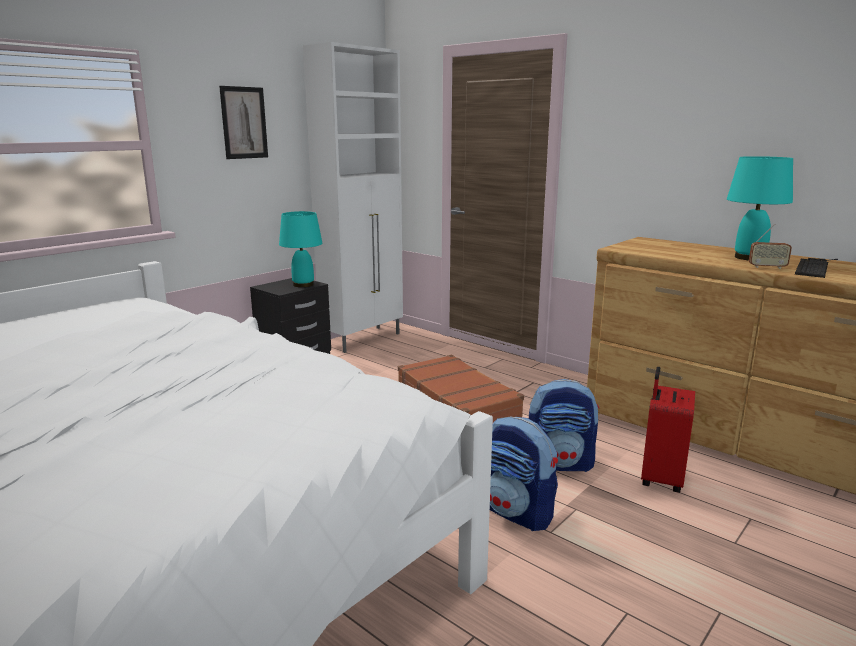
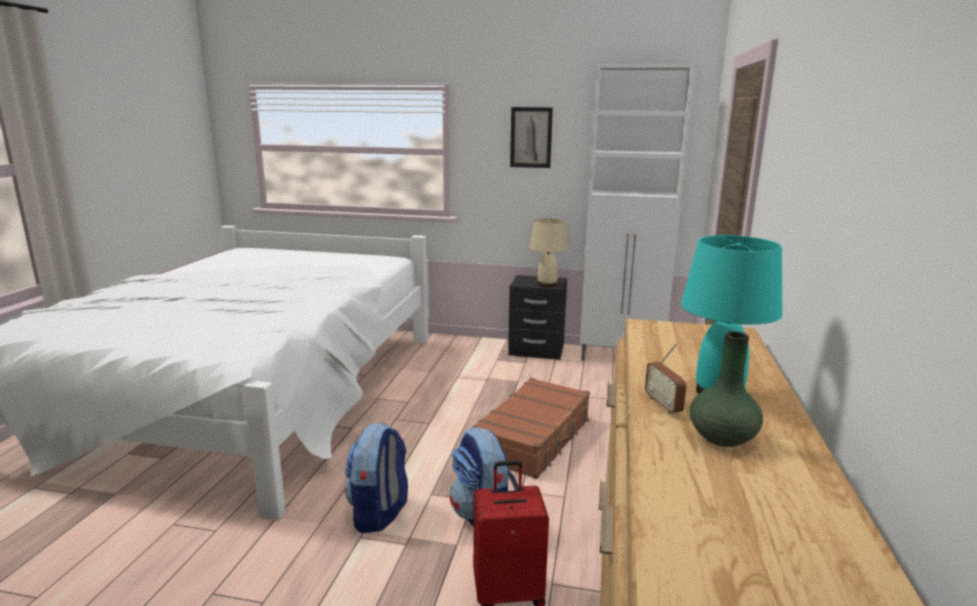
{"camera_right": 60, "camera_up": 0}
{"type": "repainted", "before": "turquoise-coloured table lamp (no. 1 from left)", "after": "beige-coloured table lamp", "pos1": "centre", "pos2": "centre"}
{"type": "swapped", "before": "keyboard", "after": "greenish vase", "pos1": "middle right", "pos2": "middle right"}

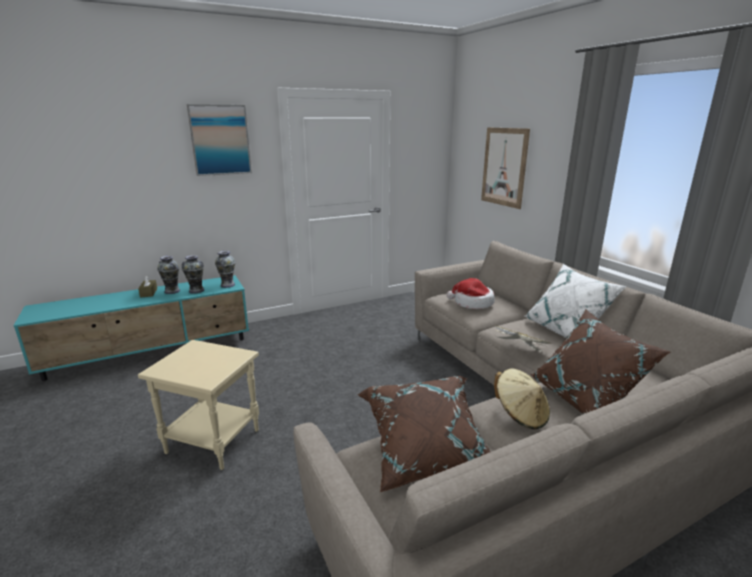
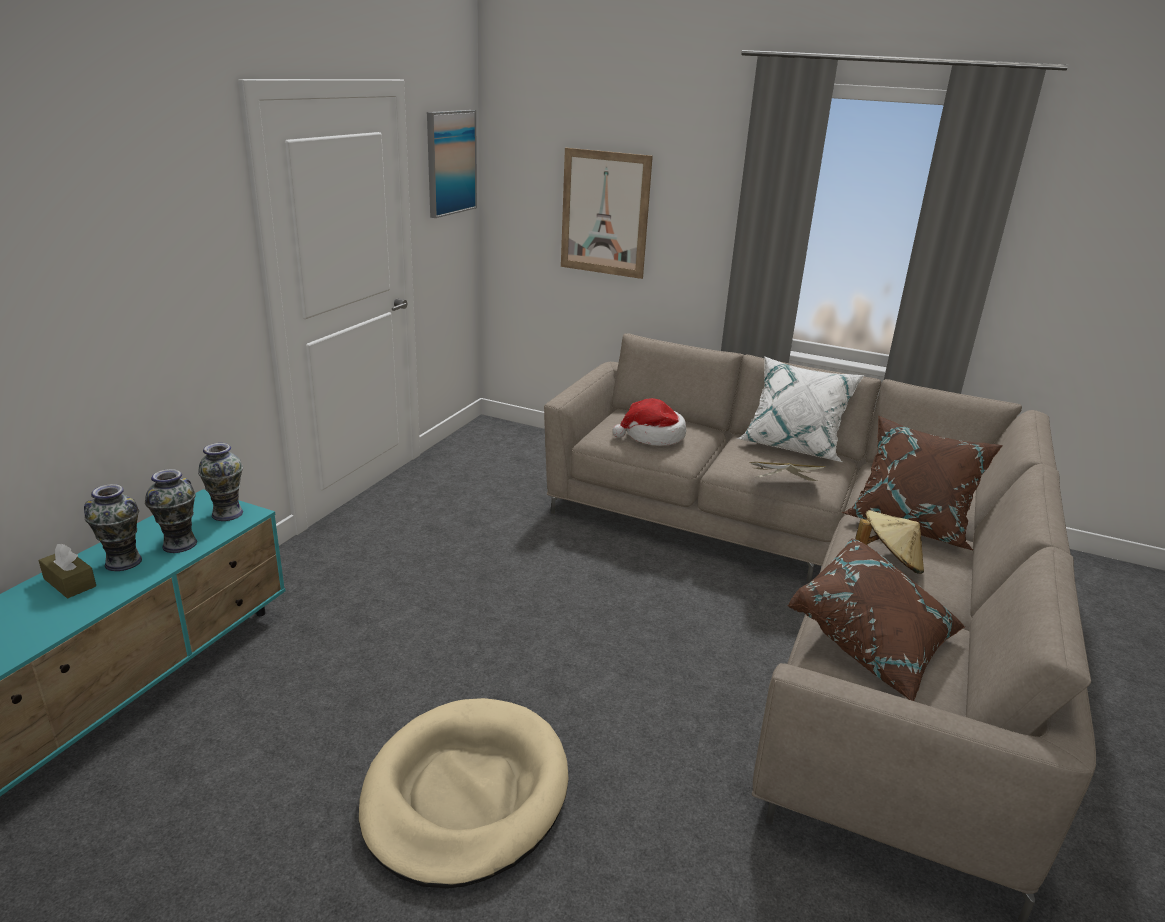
{"camera_right": -40, "camera_up": 5}
{"type": "shifted", "before": "wall picture (no. 1 from left)", "pos1": "top left", "pos2": "top centre"}
{"type": "swapped", "before": "beige-coloured accent table", "after": "beige-coloured dog bed", "pos1": "bottom left", "pos2": "bottom centre"}

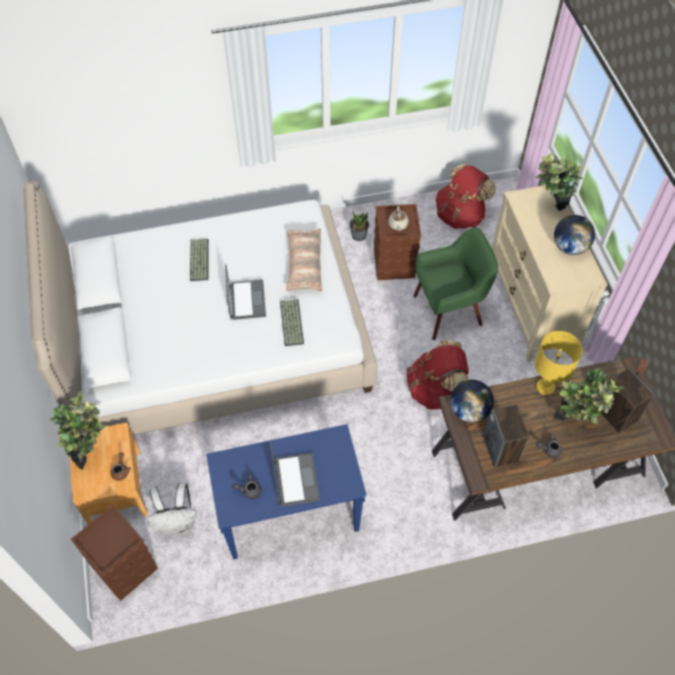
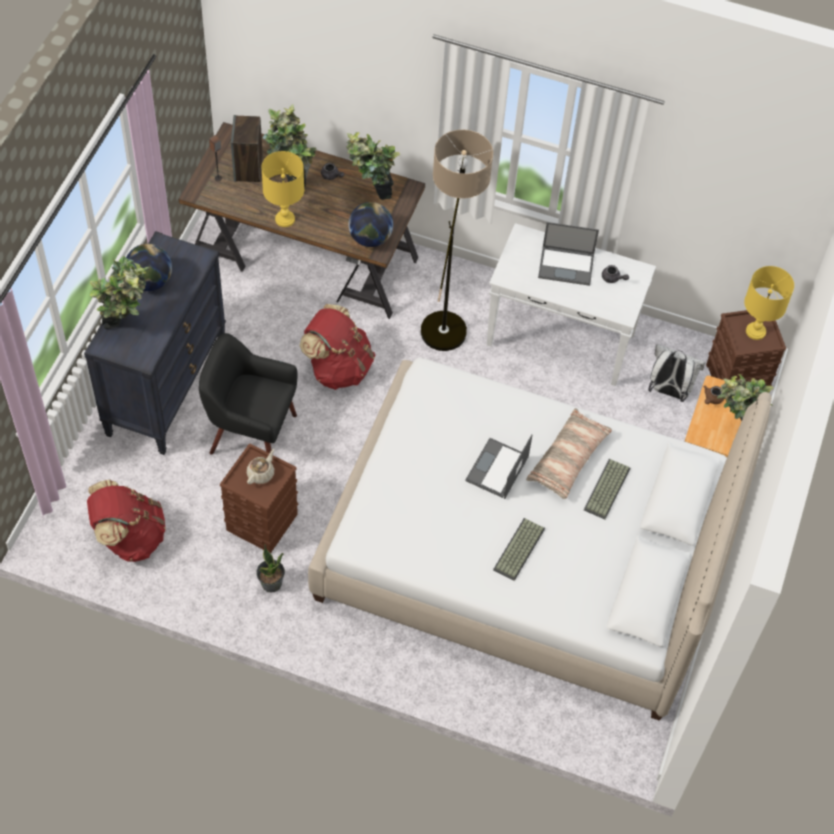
{"camera_right": -150, "camera_up": 0}
{"type": "repainted", "before": "beige-coloured chest of drawers", "after": "blackish chest of drawers", "pos1": "middle right", "pos2": "middle left"}
{"type": "repainted", "before": "greenish armchair", "after": "blackish armchair", "pos1": "middle right", "pos2": "middle left"}
{"type": "shifted", "before": "cushion", "pos1": "centre", "pos2": "middle right"}
{"type": "shifted", "before": "keyboard (no. 2 from left)", "pos1": "centre", "pos2": "middle right"}
{"type": "swapped", "before": "loudspeaker (no. 1 from left)", "after": "potted plant (no. 4 from left)", "pos1": "middle right", "pos2": "top centre"}
{"type": "repainted", "before": "bluish console table", "after": "white-coloured console table", "pos1": "bottom centre", "pos2": "middle right"}
{"type": "rotated", "before": "notebook computer (no. 2 from left)", "pos1": "bottom centre", "pos2": "top right", "turn": -105}
{"type": "new", "after": "standard lamp", "pos2": "top centre"}
{"type": "new", "after": "yellow table lamp (no. 2 from left)", "pos2": "middle right"}

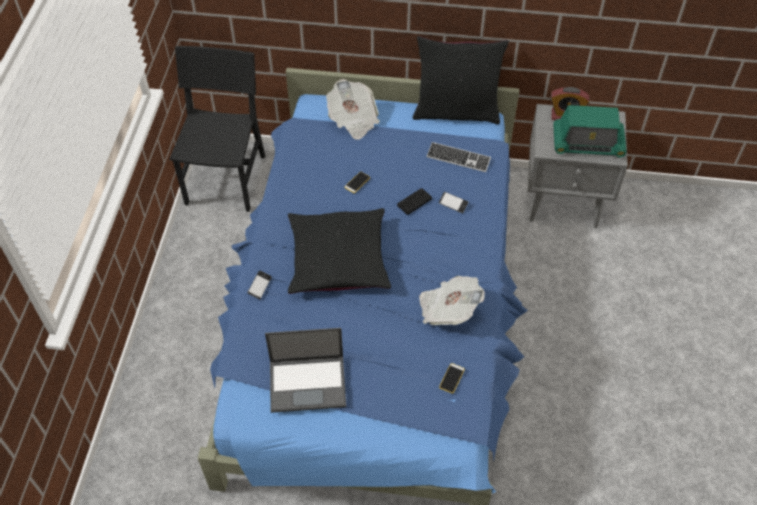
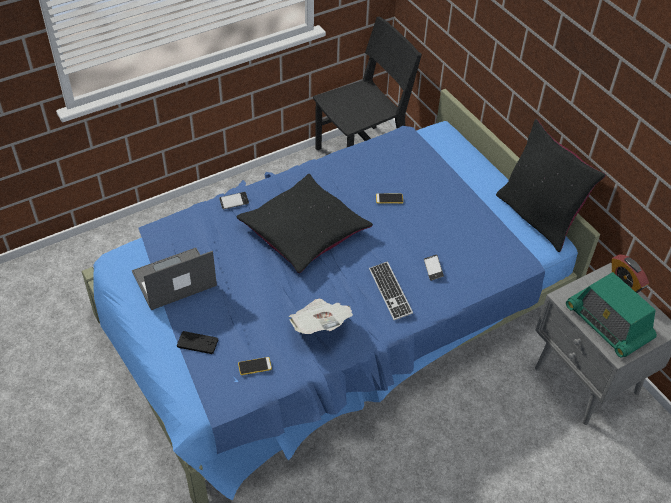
{"camera_right": 50, "camera_up": -5}
{"type": "gone", "before": "printed paper (no. 1 from left)", "pos1": "top centre"}
{"type": "shifted", "before": "keyboard", "pos1": "top centre", "pos2": "centre"}
{"type": "shifted", "before": "blackish game controller", "pos1": "centre", "pos2": "bottom left"}
{"type": "rotated", "before": "notebook computer", "pos1": "bottom centre", "pos2": "middle left", "turn": 105}

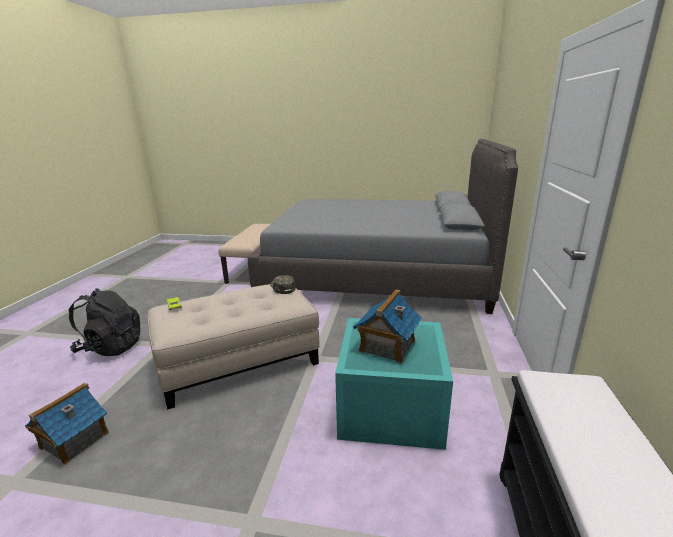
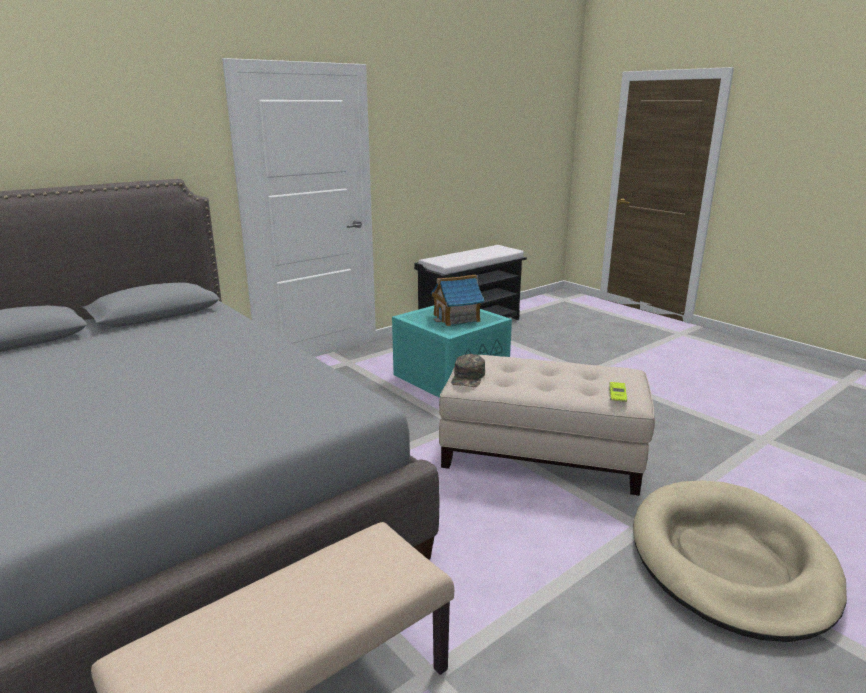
{"camera_right": -140, "camera_up": 0}
{"type": "swapped", "before": "blackish knapsack", "after": "beige-coloured dog bed", "pos1": "middle left", "pos2": "bottom right"}
{"type": "gone", "before": "toy house (no. 1 from left)", "pos1": "bottom left"}

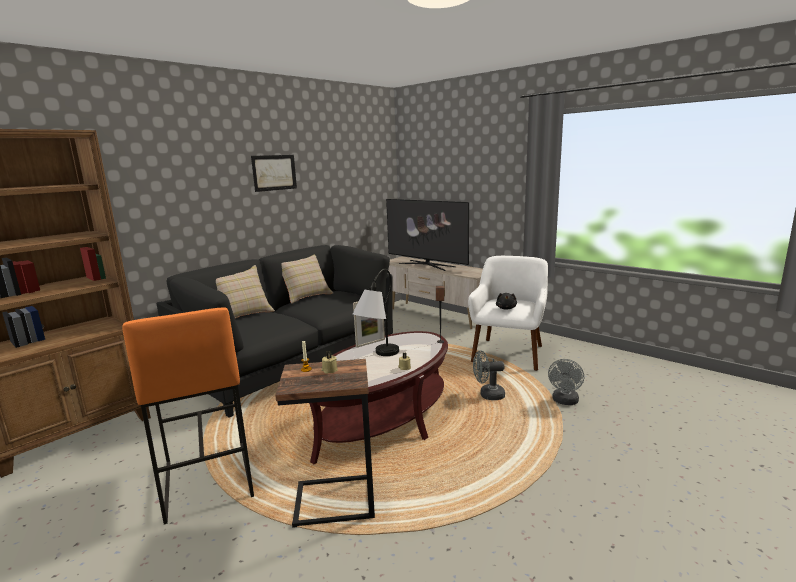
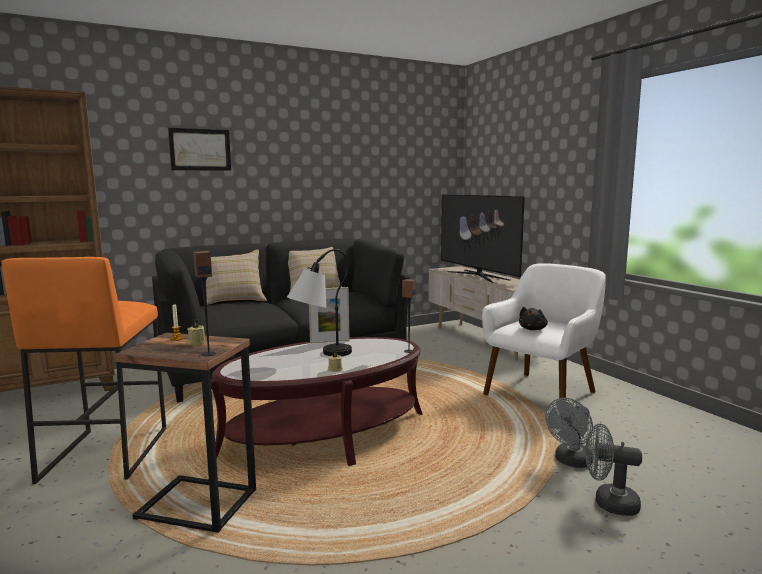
{"camera_right": 20, "camera_up": -5}
{"type": "shifted", "before": "wall picture", "pos1": "top centre", "pos2": "top left"}
{"type": "shifted", "before": "grey electric fan (no. 1 from left in the first image)", "after": "grey electric fan (no. 2 from left)", "pos1": "centre", "pos2": "bottom right"}
{"type": "new", "after": "loudspeaker (no. 1 from left)", "pos2": "middle left"}

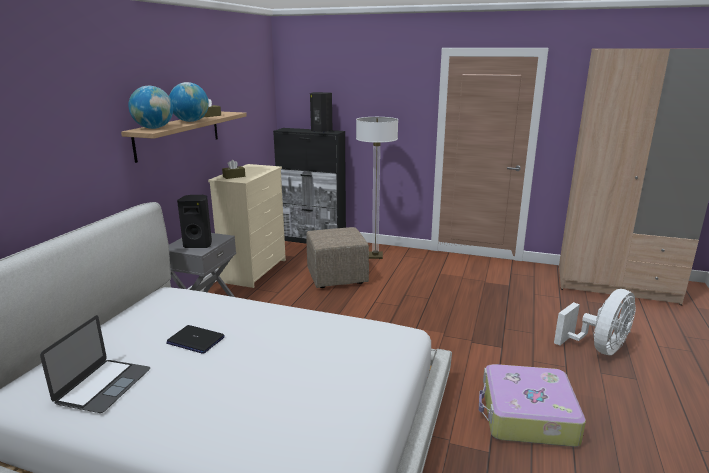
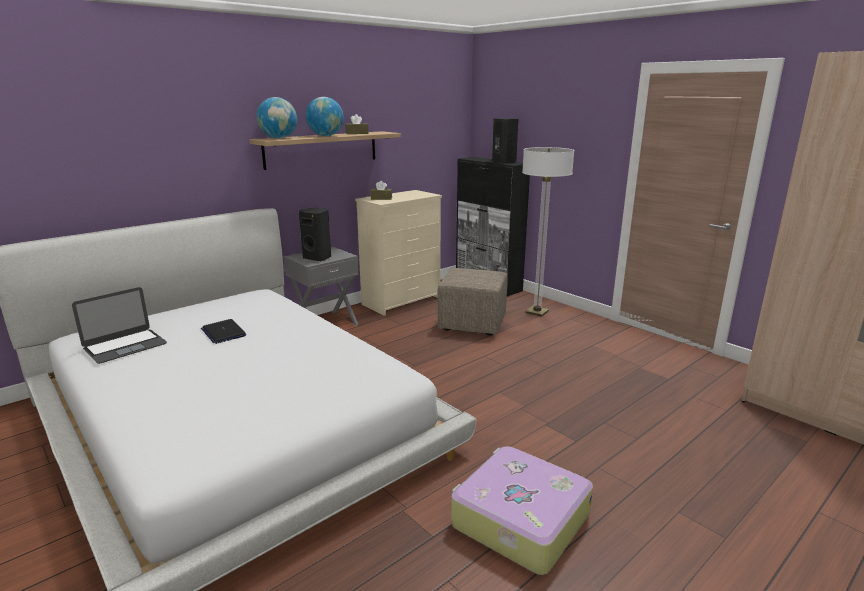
{"camera_right": 30, "camera_up": 0}
{"type": "gone", "before": "white-coloured electric fan", "pos1": "bottom right"}

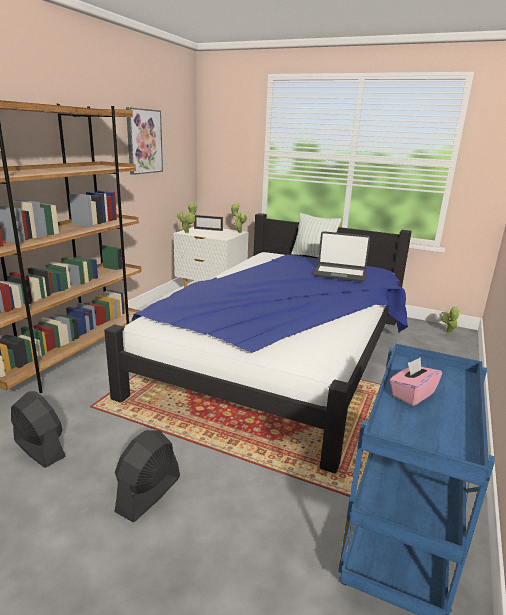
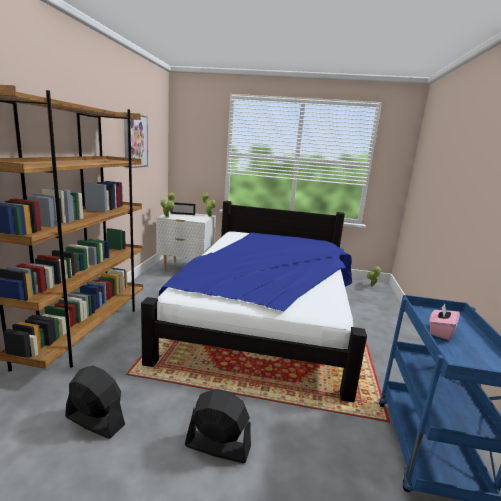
{"camera_right": -15, "camera_up": -5}
{"type": "gone", "before": "cushion", "pos1": "centre"}
{"type": "gone", "before": "notebook computer", "pos1": "middle right"}
{"type": "rotated", "before": "blackish electric fan (no. 2 from left)", "pos1": "bottom left", "pos2": "bottom centre", "turn": 90}

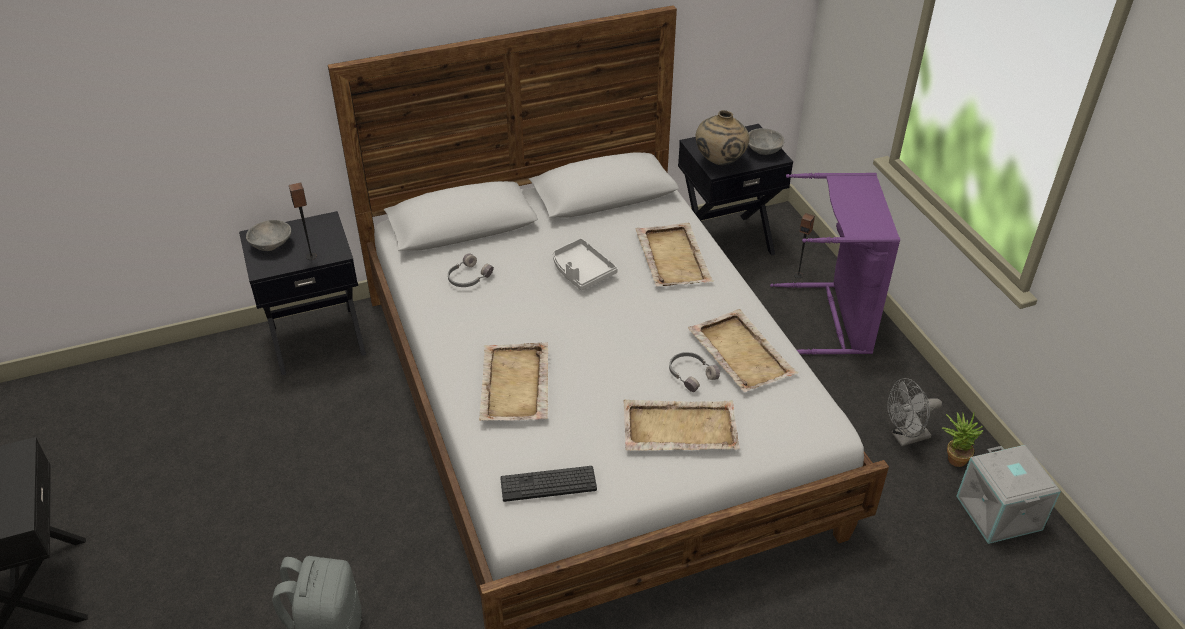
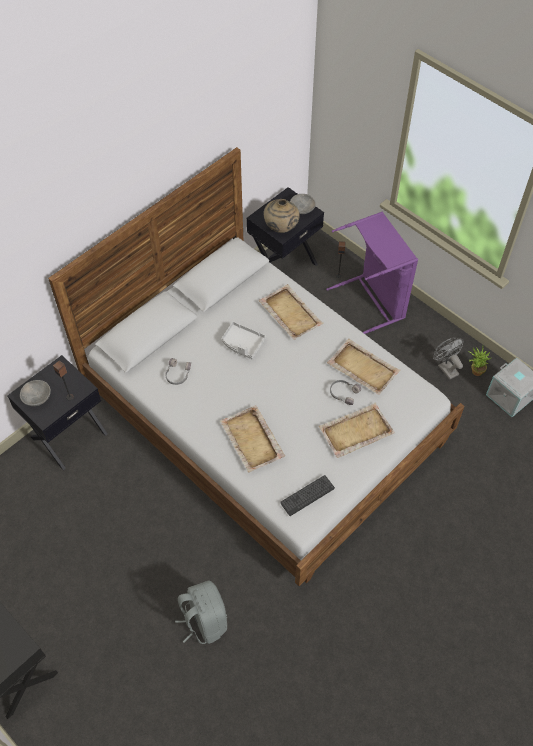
{"camera_right": -25, "camera_up": 15}
{"type": "rotated", "before": "grey electric fan", "pos1": "middle right", "pos2": "middle right", "turn": 105}

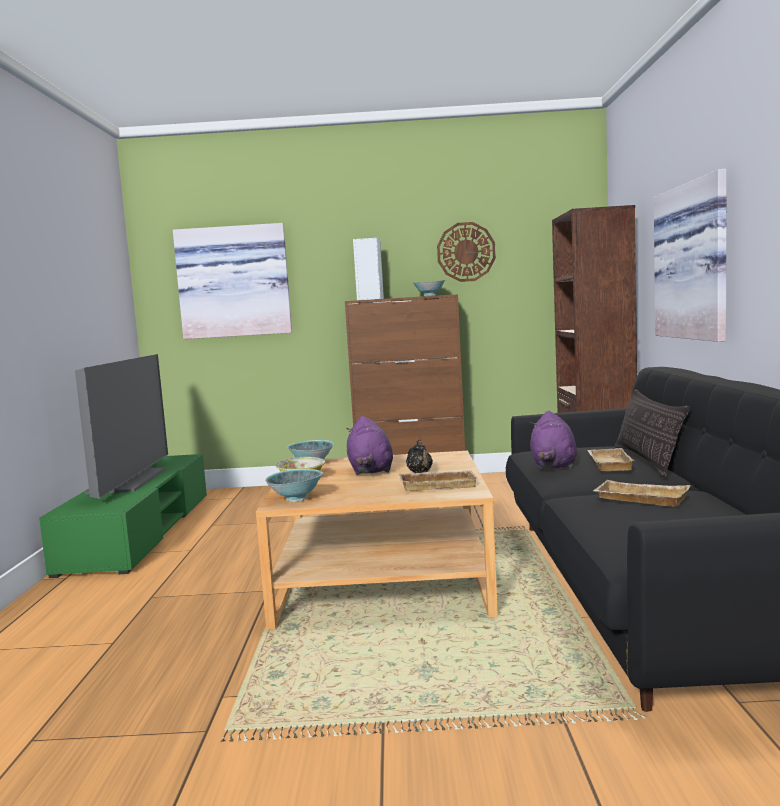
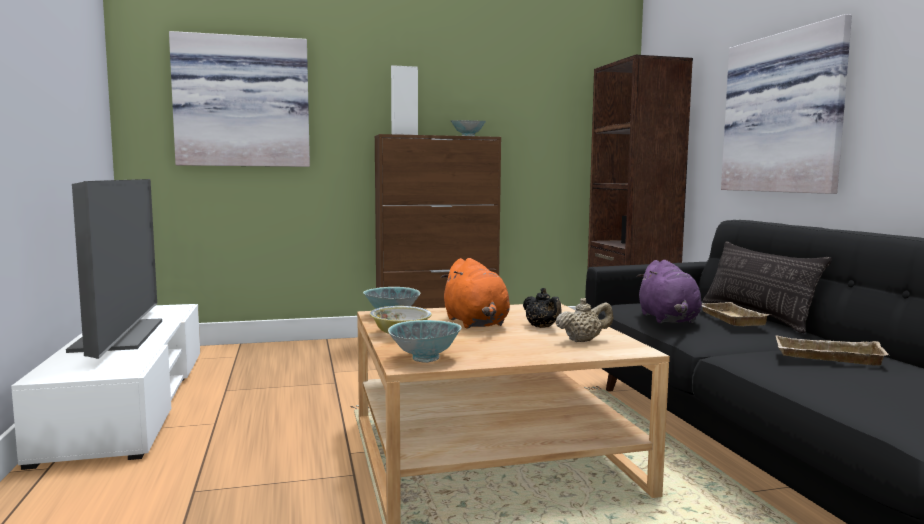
{"camera_right": -15, "camera_up": 0}
{"type": "gone", "before": "clock on the wall", "pos1": "top centre"}
{"type": "repainted", "before": "purplish soft toy (no. 1 from left)", "after": "orangey soft toy", "pos1": "centre", "pos2": "centre"}
{"type": "repainted", "before": "greenish media console", "after": "white-coloured media console", "pos1": "middle left", "pos2": "bottom left"}
{"type": "swapped", "before": "beige-coloured carrying tray (no. 1 from left)", "after": "beige-coloured pot for tea", "pos1": "centre", "pos2": "centre"}

